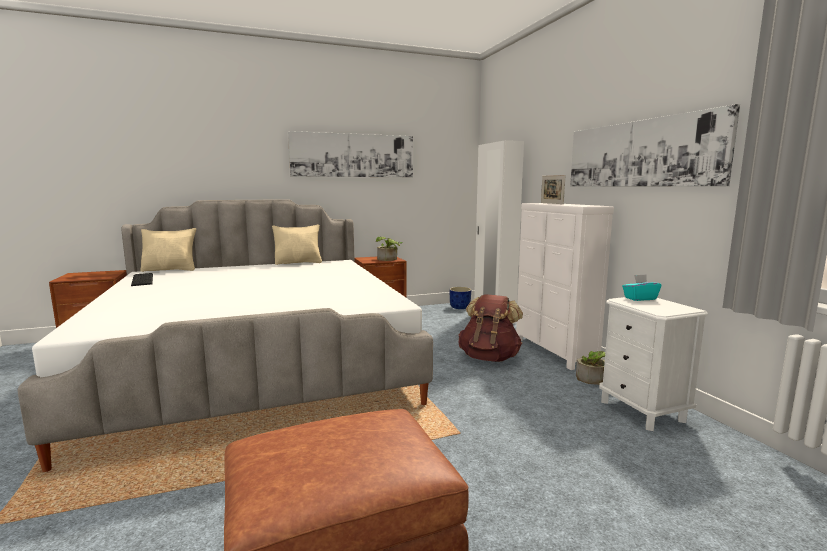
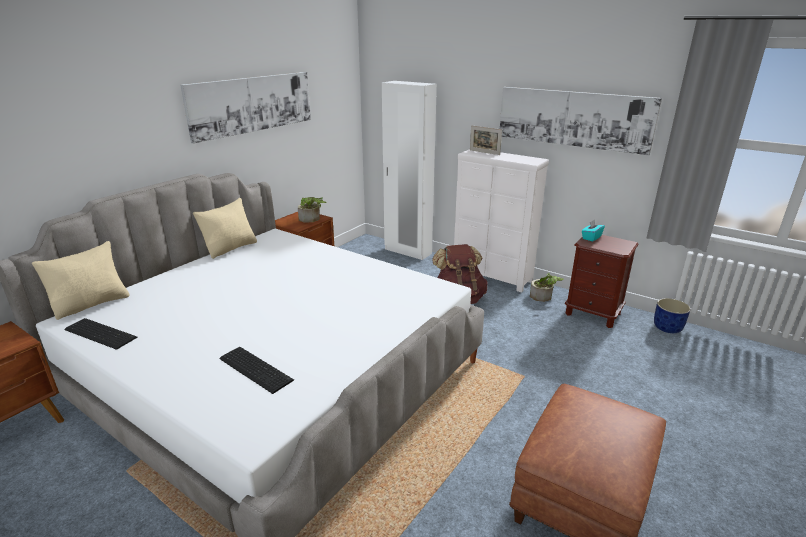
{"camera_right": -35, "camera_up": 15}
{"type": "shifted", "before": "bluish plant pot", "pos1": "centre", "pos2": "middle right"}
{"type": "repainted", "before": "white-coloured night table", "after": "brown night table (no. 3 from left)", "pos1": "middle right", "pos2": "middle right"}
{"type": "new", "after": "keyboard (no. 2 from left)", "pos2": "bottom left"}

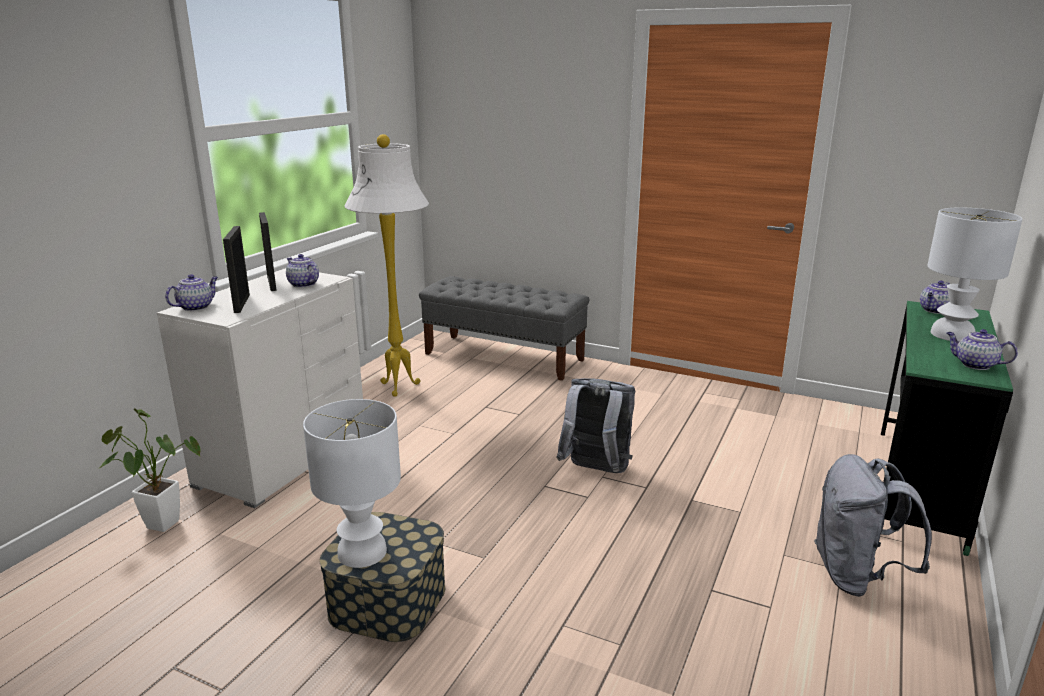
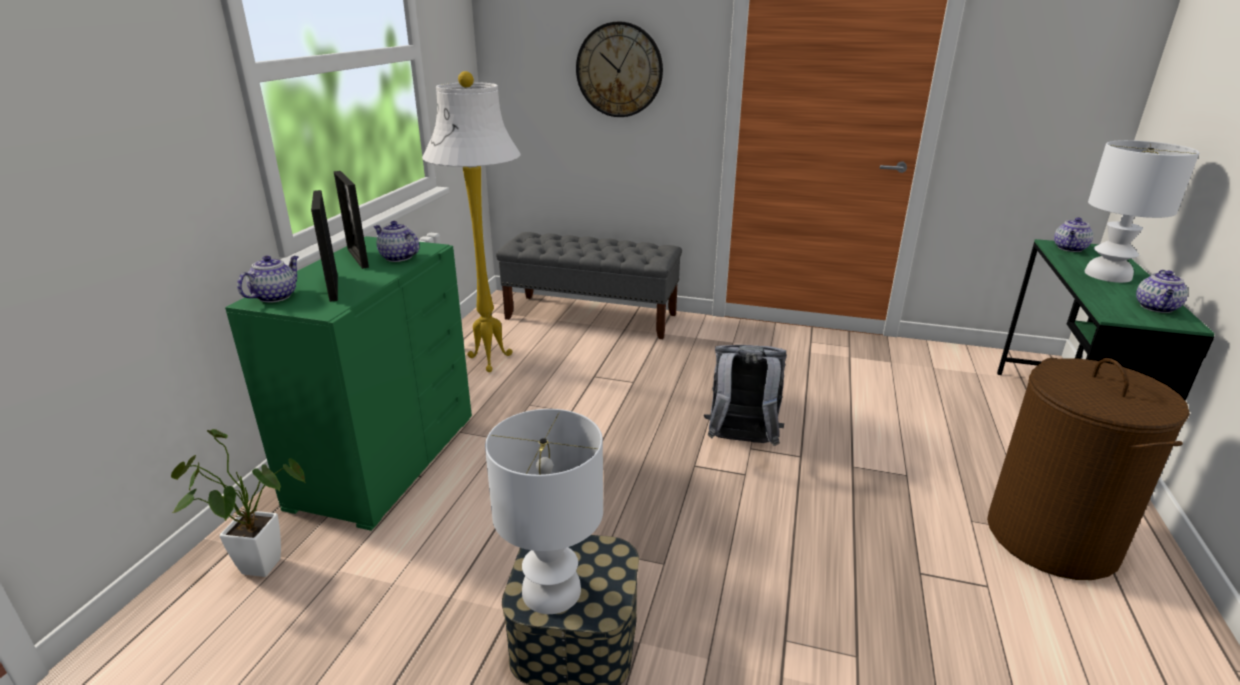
{"camera_right": -10, "camera_up": 5}
{"type": "repainted", "before": "white-coloured chest of drawers", "after": "greenish chest of drawers", "pos1": "middle left", "pos2": "middle left"}
{"type": "rotated", "before": "pot for tea (no. 4 from left)", "pos1": "middle right", "pos2": "middle right", "turn": -90}
{"type": "swapped", "before": "grey knapsack (no. 2 from left)", "after": "brown washing basket", "pos1": "bottom right", "pos2": "bottom right"}
{"type": "new", "after": "clock on the wall", "pos2": "top centre"}

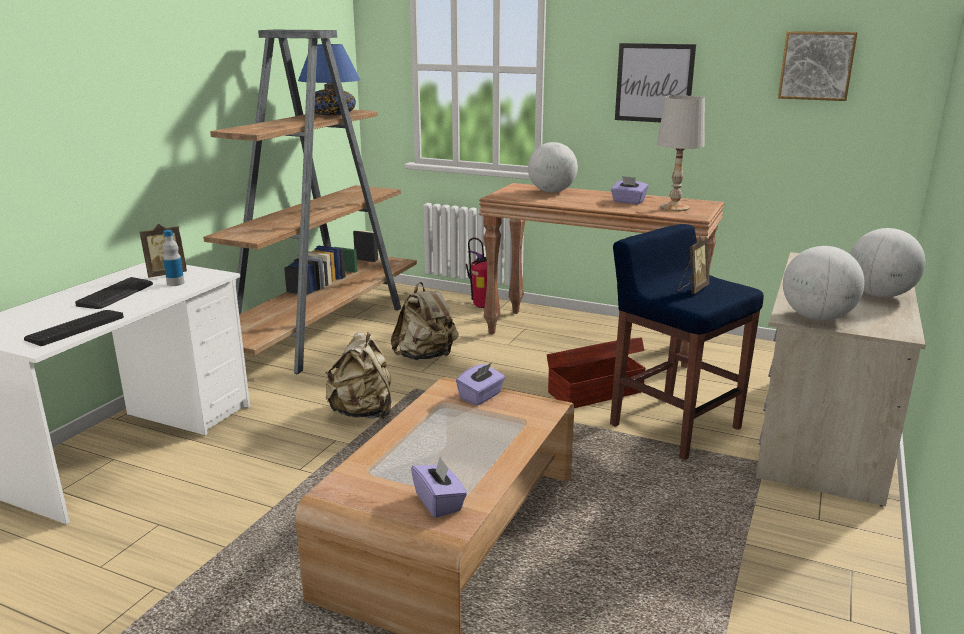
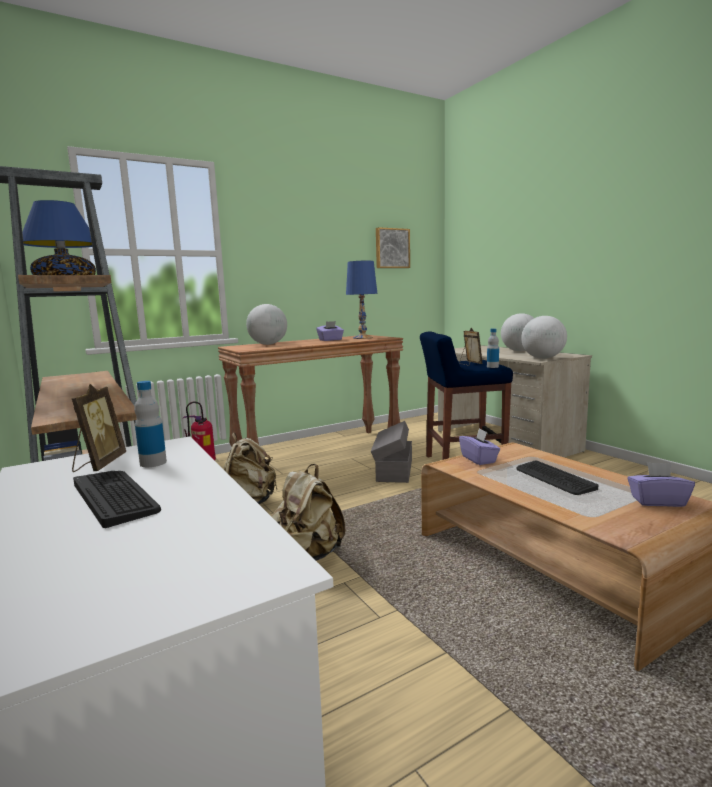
{"camera_right": -55, "camera_up": -10}
{"type": "gone", "before": "wall picture (no. 1 from left)", "pos1": "top right"}
{"type": "repainted", "before": "white-coloured table lamp", "after": "bluish table lamp (no. 2 from left)", "pos1": "top right", "pos2": "centre"}
{"type": "shifted", "before": "keyboard (no. 1 from left in the first image)", "after": "keyboard (no. 2 from left)", "pos1": "middle left", "pos2": "middle right"}
{"type": "repainted", "before": "brown storage bin", "after": "grey storage bin", "pos1": "centre", "pos2": "centre"}
{"type": "new", "after": "bottle (no. 2 from left)", "pos2": "middle right"}

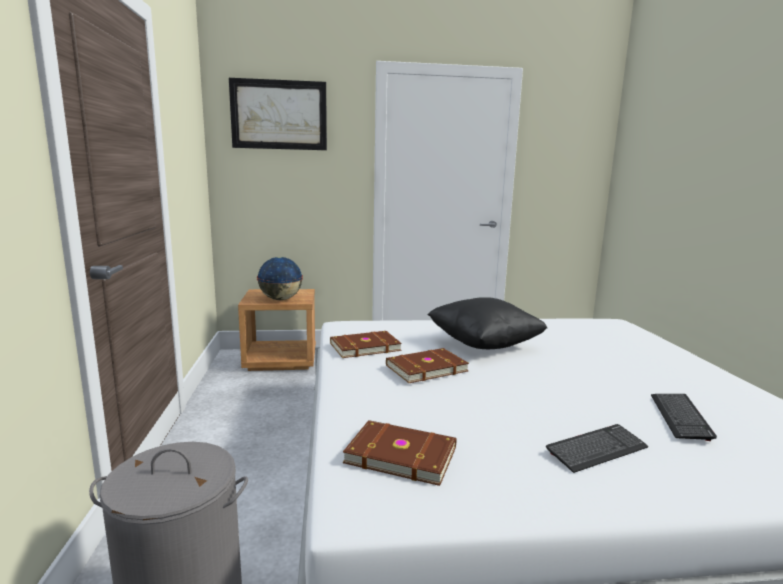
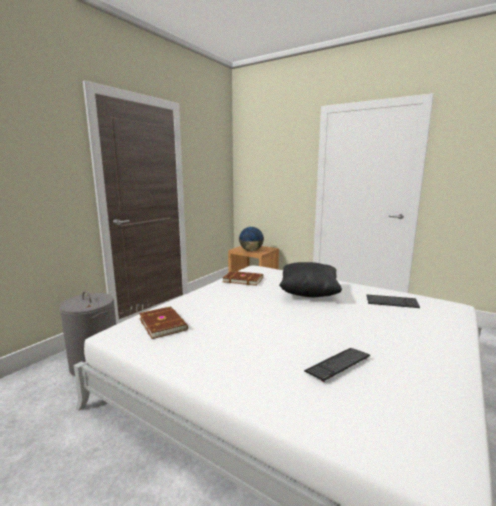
{"camera_right": 40, "camera_up": 0}
{"type": "gone", "before": "wall picture", "pos1": "top centre"}
{"type": "gone", "before": "brown bound book (no. 3 from left)", "pos1": "centre"}
{"type": "shifted", "before": "keyboard (no. 1 from left in the first image)", "after": "keyboard (no. 2 from left)", "pos1": "bottom right", "pos2": "middle right"}

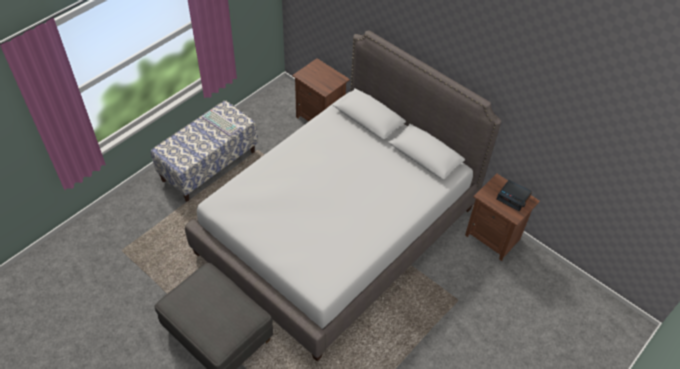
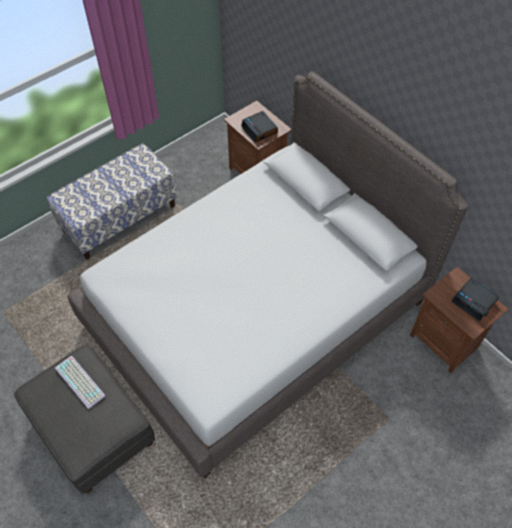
{"camera_right": 10, "camera_up": 5}
{"type": "shifted", "before": "keyboard", "pos1": "middle left", "pos2": "bottom left"}
{"type": "new", "after": "alarm clock (no. 1 from left)", "pos2": "top centre"}

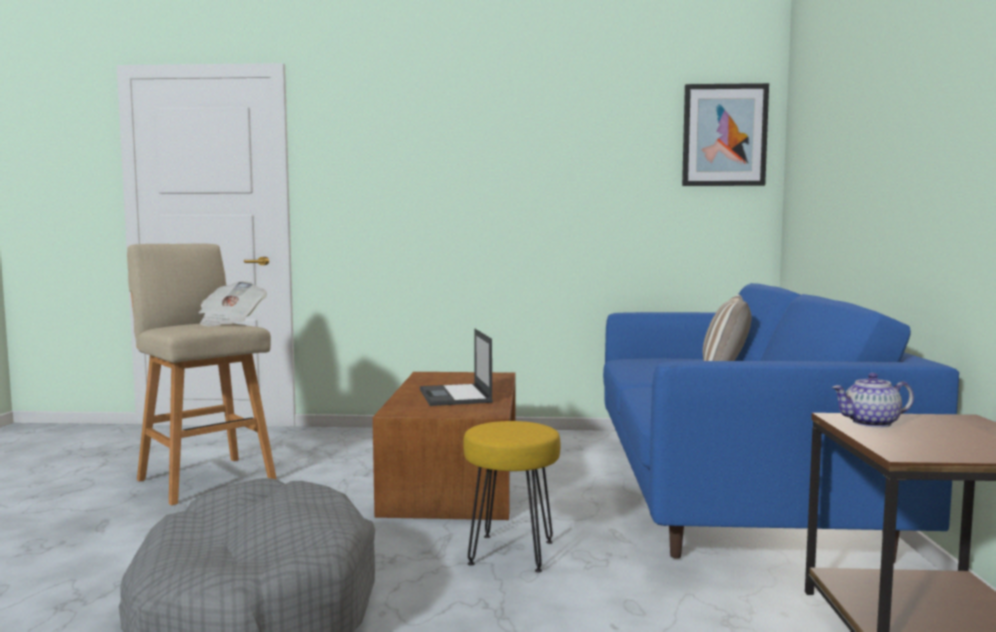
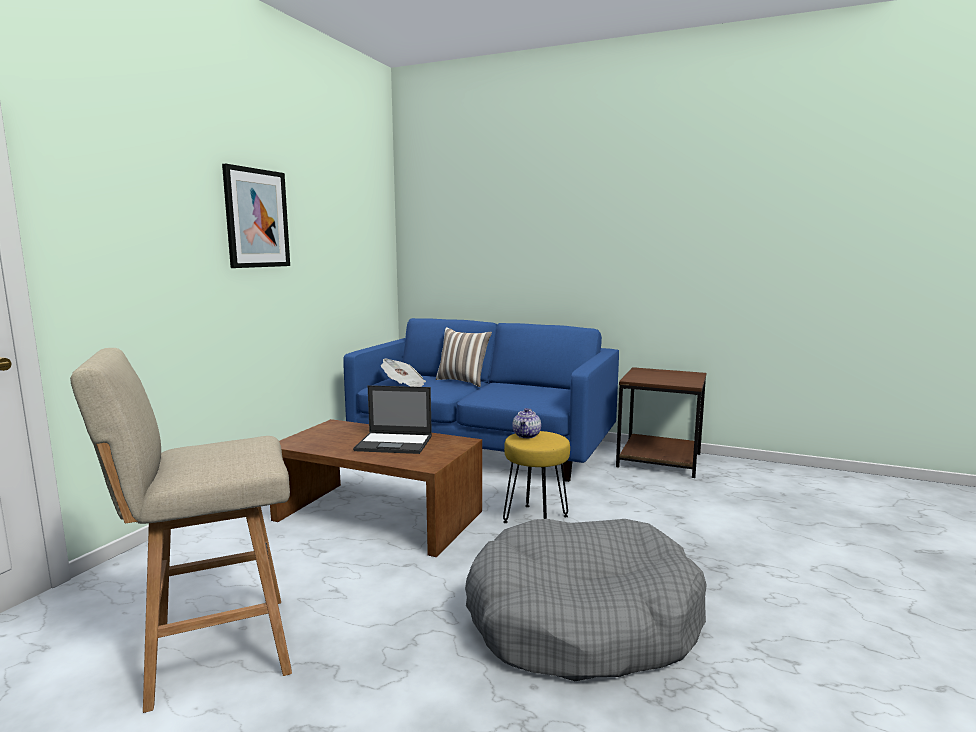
{"camera_right": -70, "camera_up": 5}
{"type": "shifted", "before": "wall picture", "pos1": "top right", "pos2": "top left"}
{"type": "shifted", "before": "printed paper", "pos1": "middle left", "pos2": "centre"}
{"type": "shifted", "before": "pot for tea", "pos1": "middle right", "pos2": "centre"}

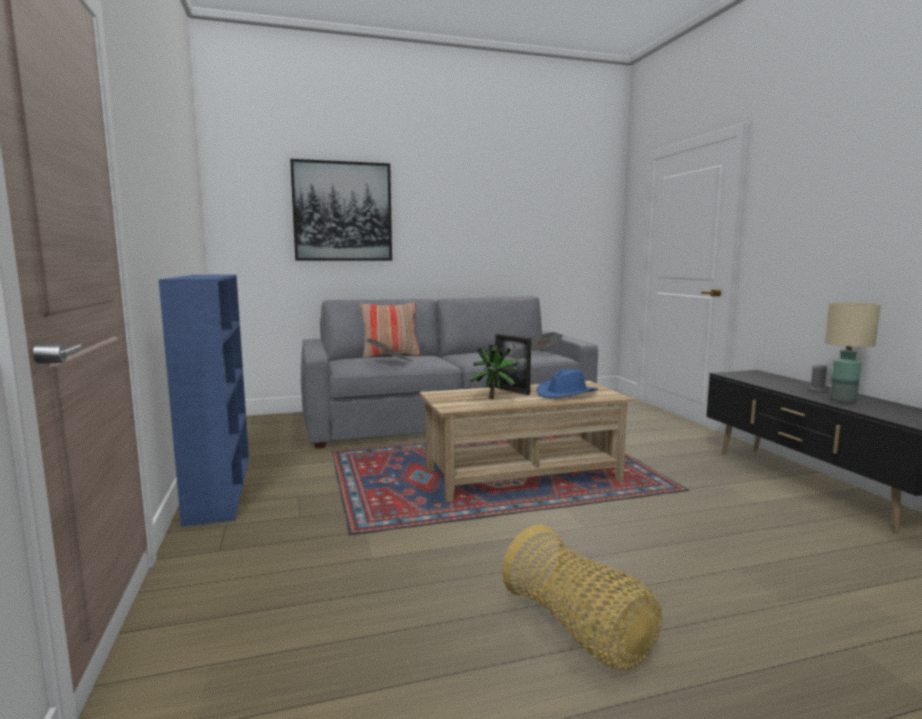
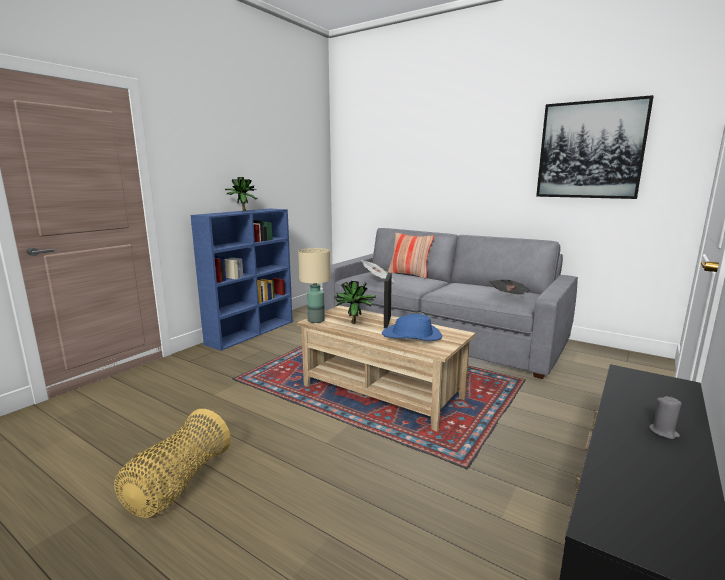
{"camera_right": 50, "camera_up": 5}
{"type": "shifted", "before": "wall picture", "pos1": "top centre", "pos2": "top right"}
{"type": "shifted", "before": "beige-coloured table lamp", "pos1": "middle right", "pos2": "centre"}
{"type": "new", "after": "potted plant (no. 1 from left)", "pos2": "middle left"}

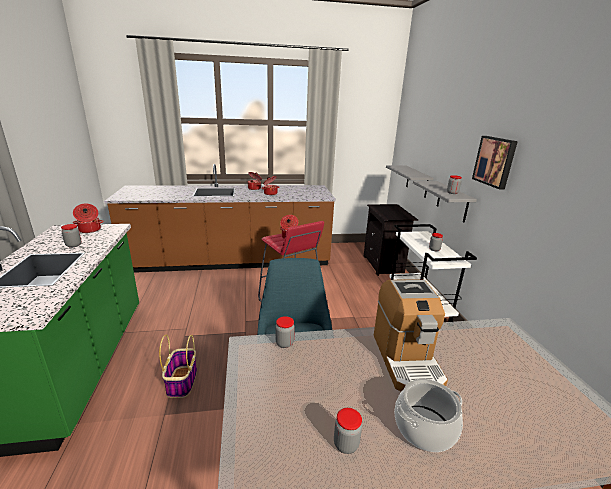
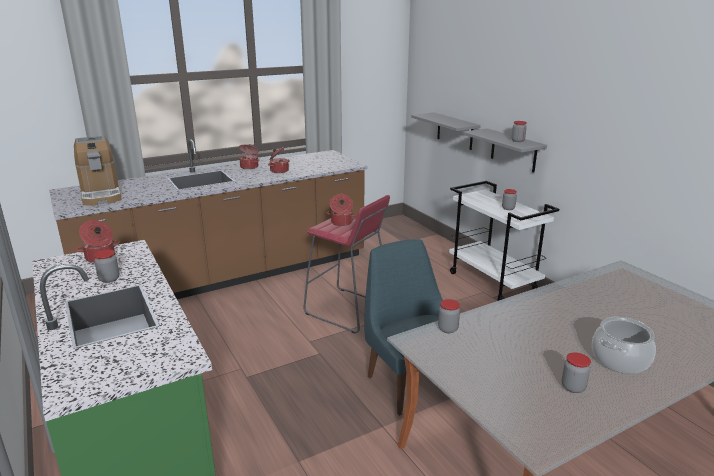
{"camera_right": -20, "camera_up": 0}
{"type": "gone", "before": "wall picture", "pos1": "middle right"}
{"type": "gone", "before": "blackish night table", "pos1": "centre"}
{"type": "shifted", "before": "coffee brewer", "pos1": "bottom right", "pos2": "middle left"}
{"type": "gone", "before": "storage basket", "pos1": "bottom left"}

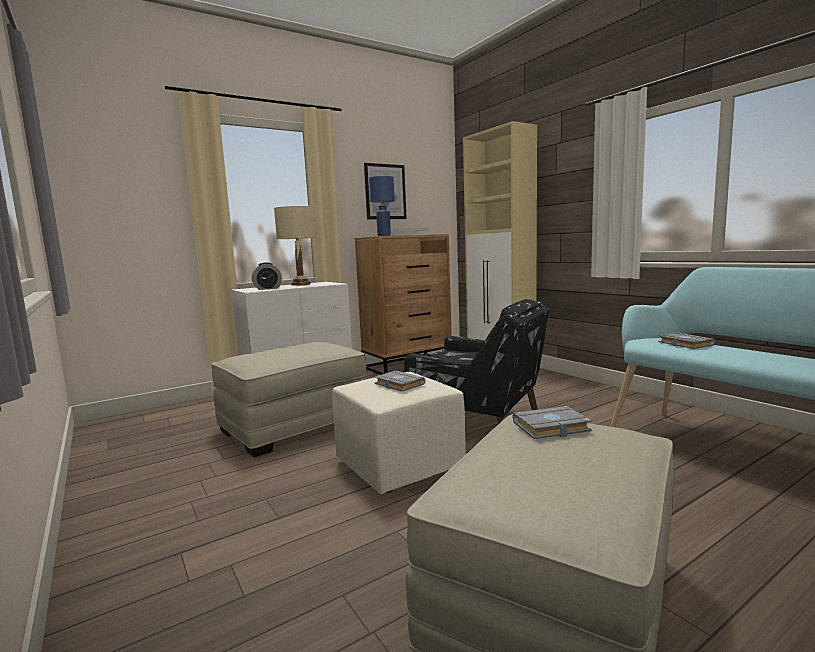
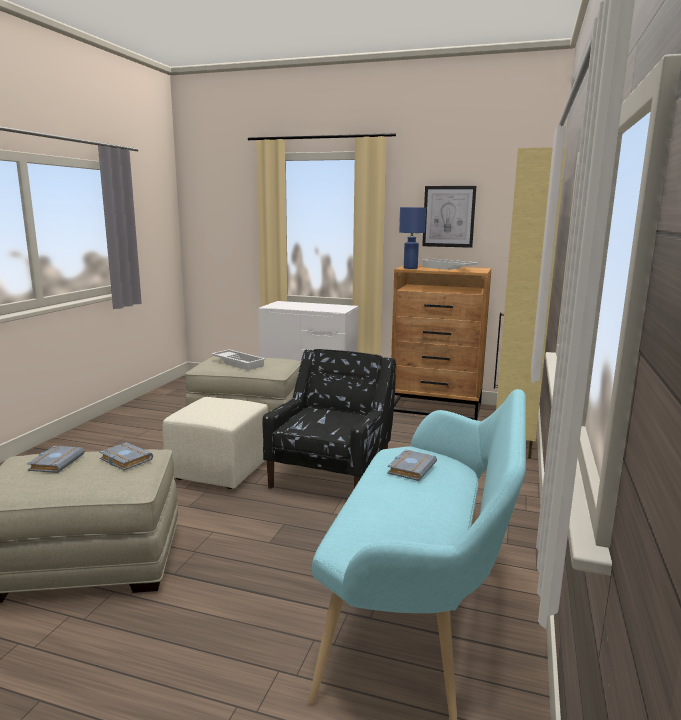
{"camera_right": 50, "camera_up": 5}
{"type": "gone", "before": "beige-coloured table lamp", "pos1": "centre"}
{"type": "gone", "before": "alarm clock", "pos1": "middle left"}
{"type": "rotated", "before": "blackish armchair", "pos1": "centre", "pos2": "centre", "turn": -150}
{"type": "shifted", "before": "grey bound book (no. 1 from left)", "pos1": "centre", "pos2": "middle left"}
{"type": "new", "after": "white-coloured carrying tray (no. 1 from left)", "pos2": "centre"}

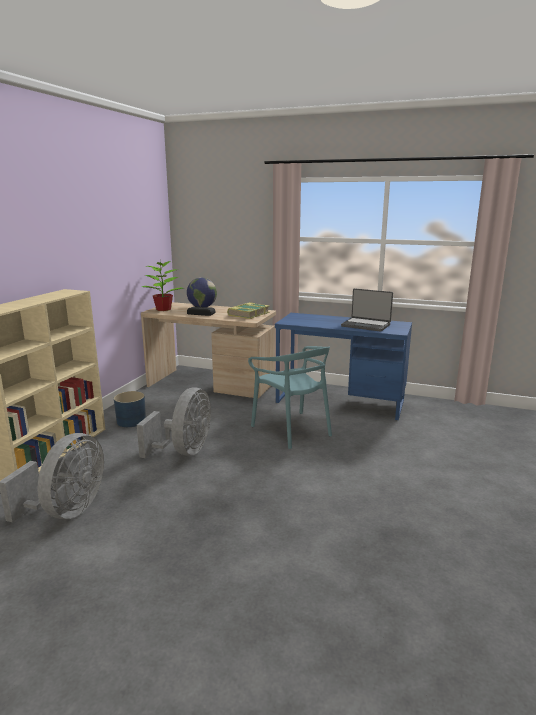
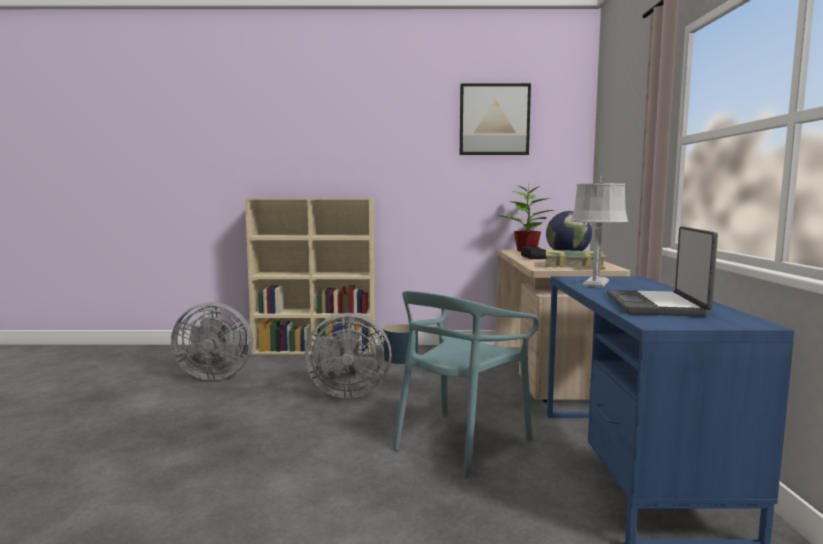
{"camera_right": 70, "camera_up": -10}
{"type": "new", "after": "wall picture", "pos2": "top centre"}
{"type": "new", "after": "grey table lamp", "pos2": "middle right"}

